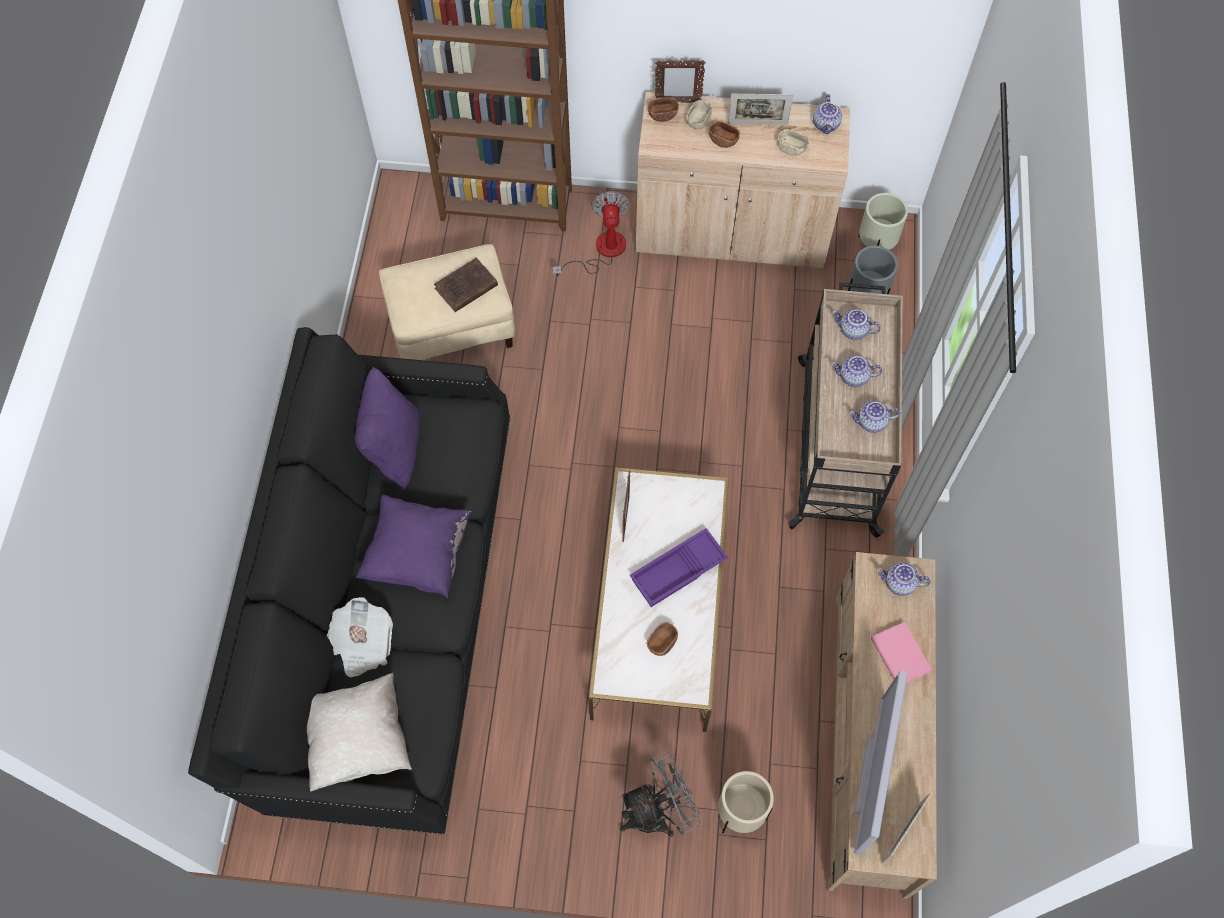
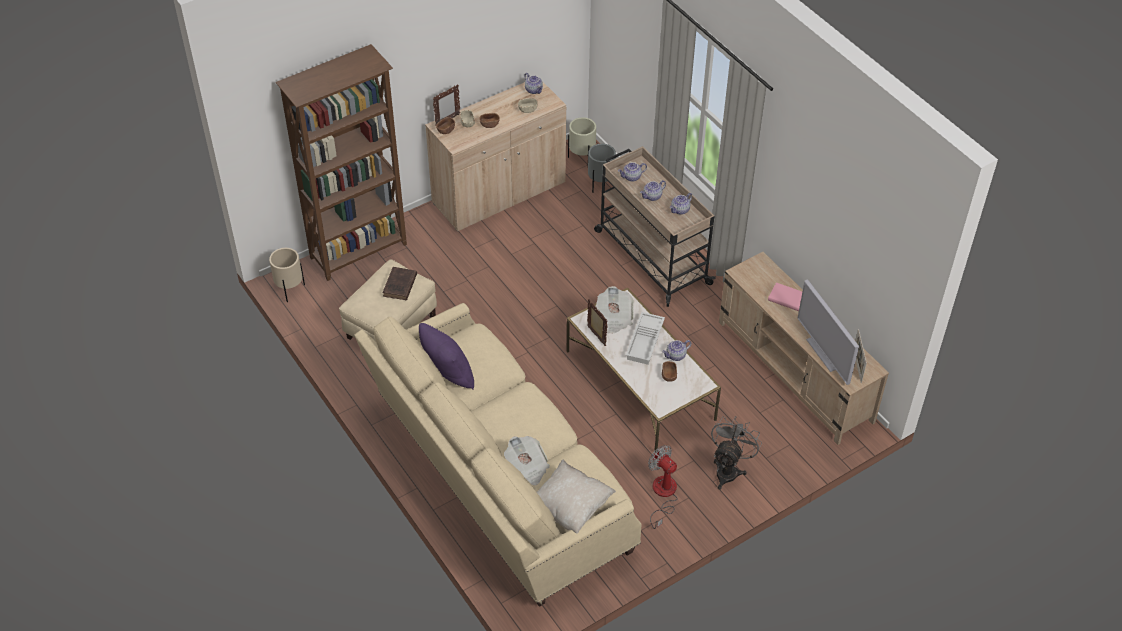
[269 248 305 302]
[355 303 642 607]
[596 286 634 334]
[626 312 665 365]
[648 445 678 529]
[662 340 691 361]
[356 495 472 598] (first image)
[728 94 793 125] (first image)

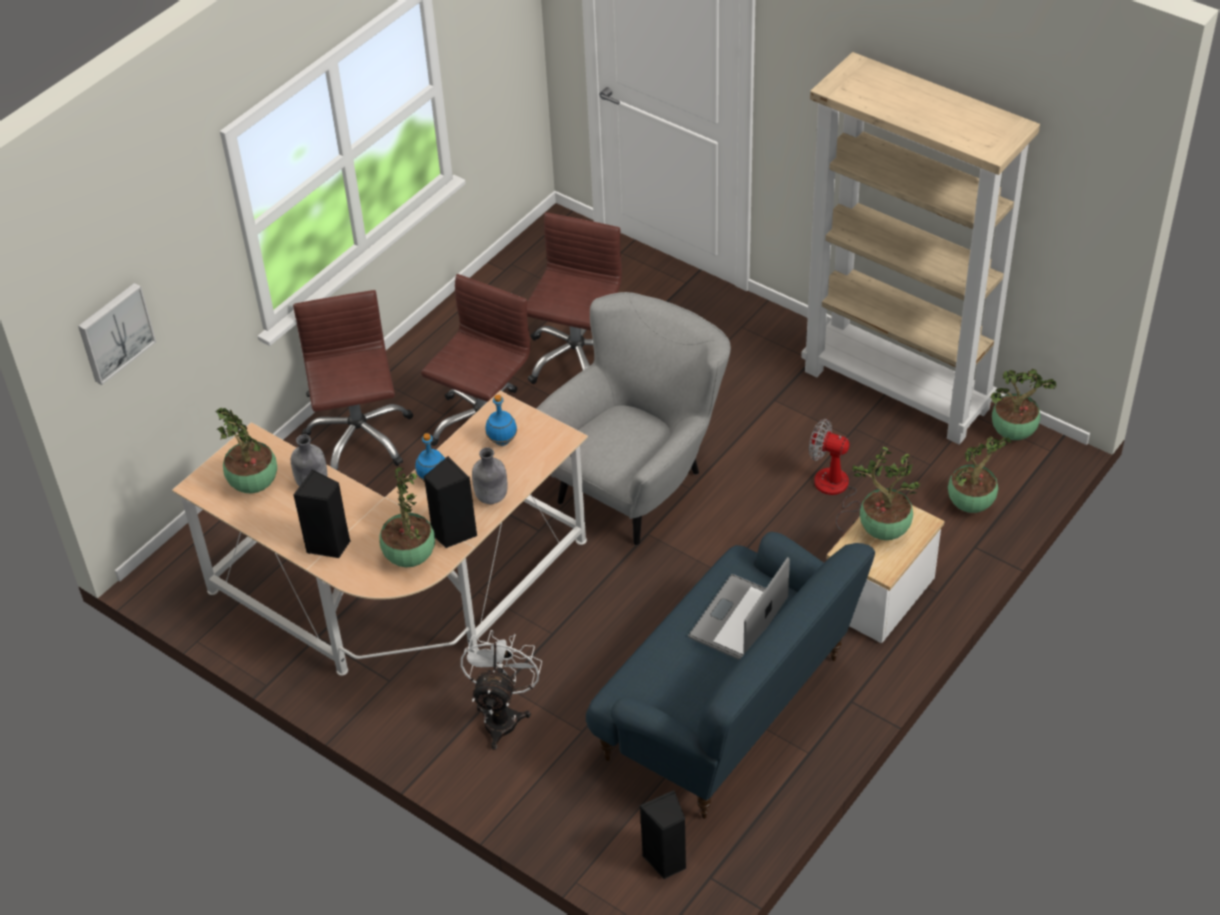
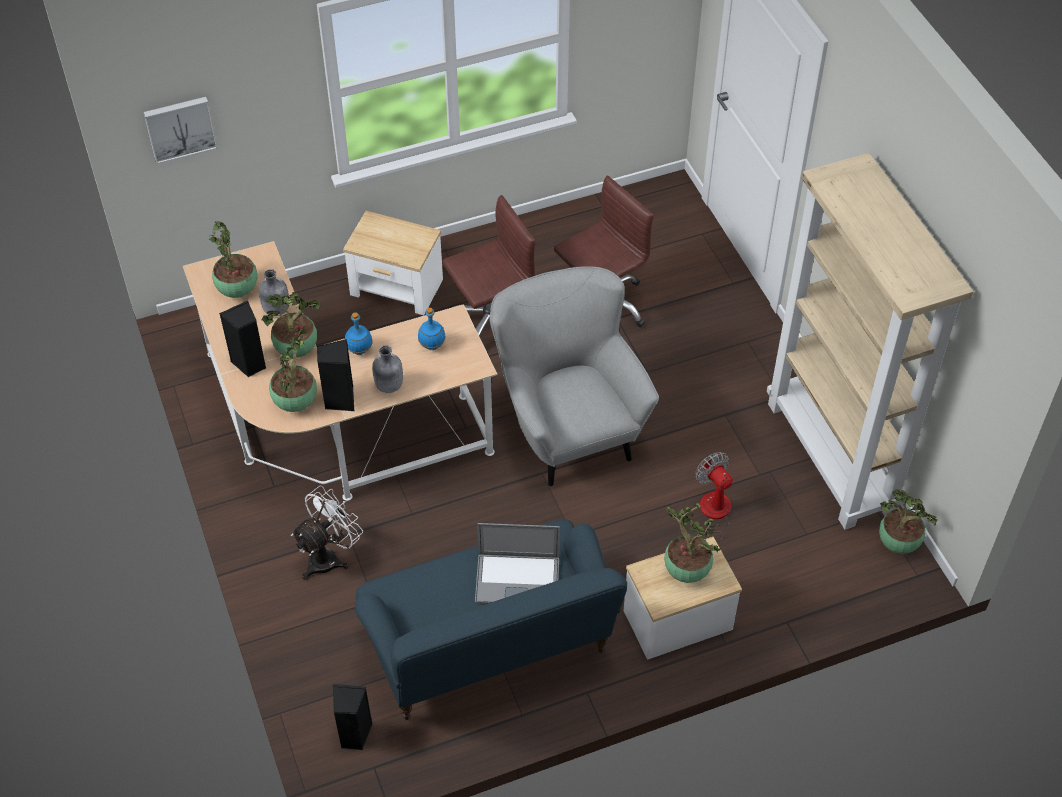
[261 292 320 358]
[343 211 443 315]
[475 523 560 604]
[489 266 659 487]

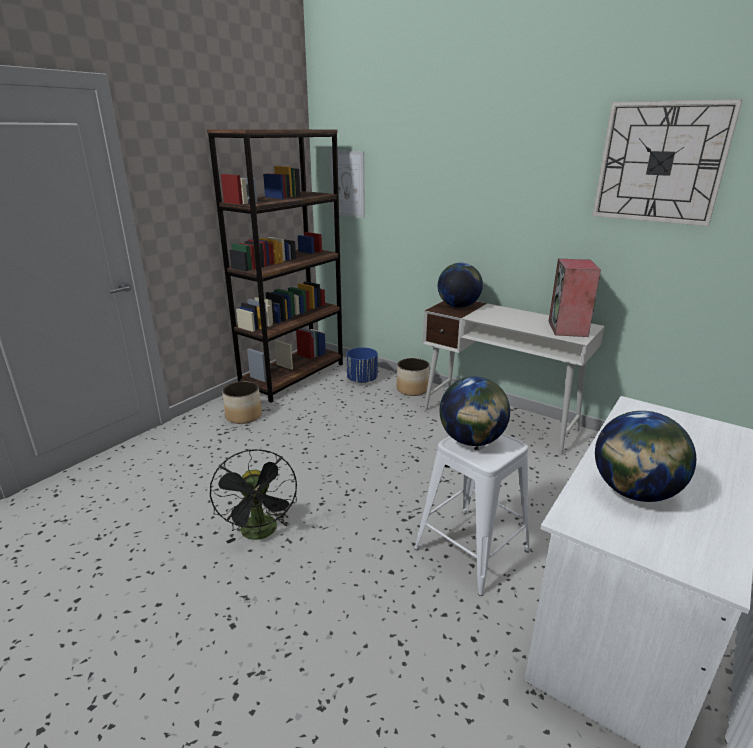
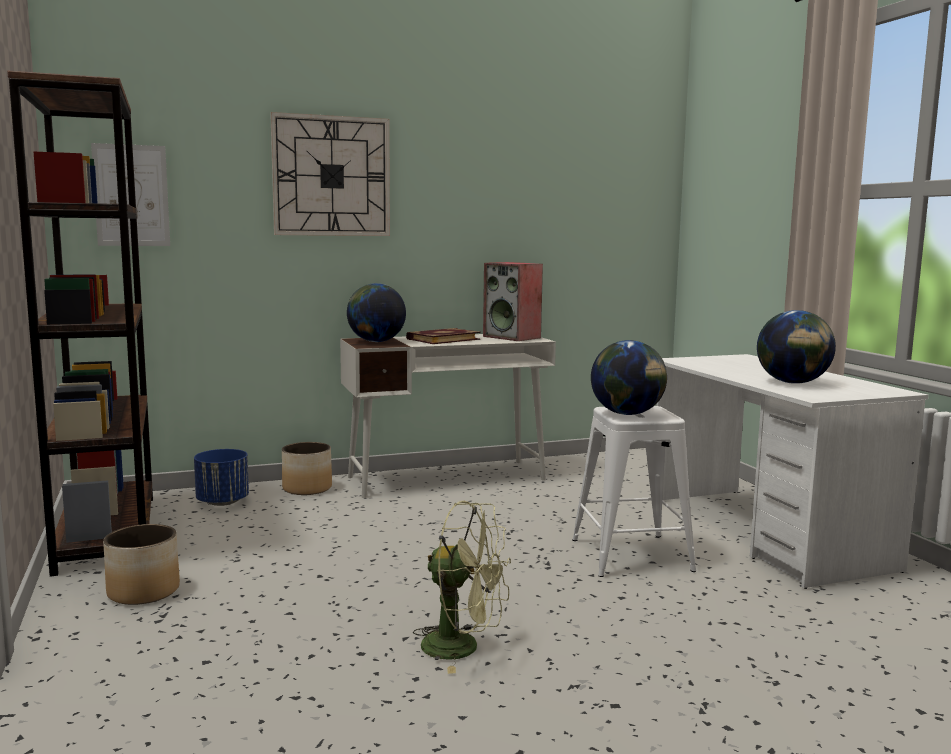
[270 112 390 236]
[406 328 481 344]
[413 501 511 674]

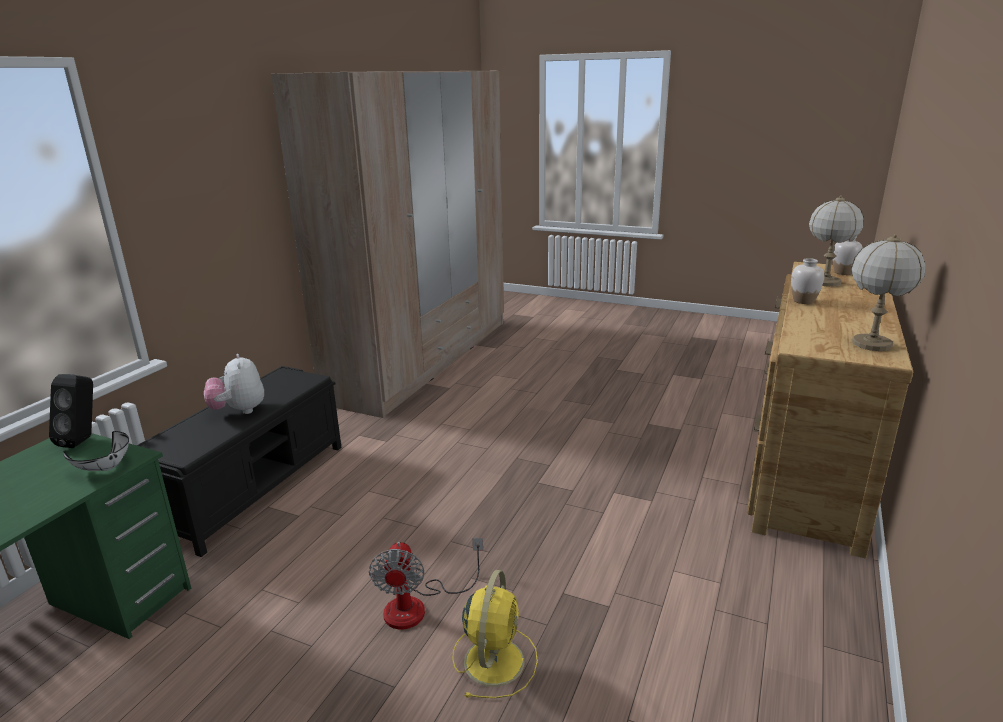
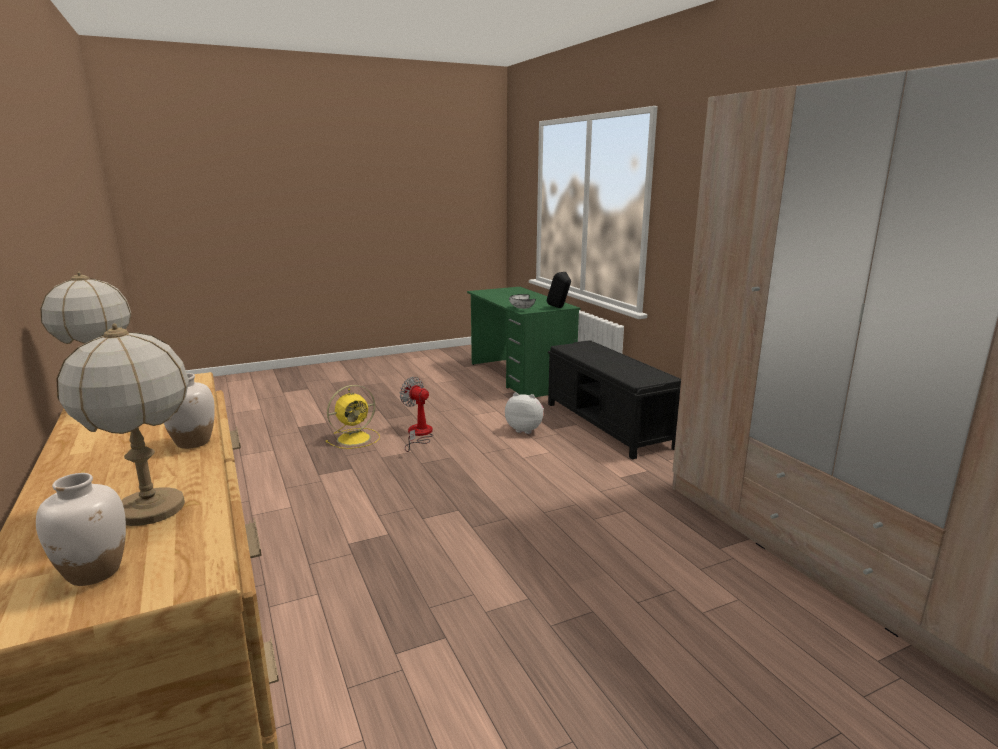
[326 385 380 449]
[505 392 544 434]

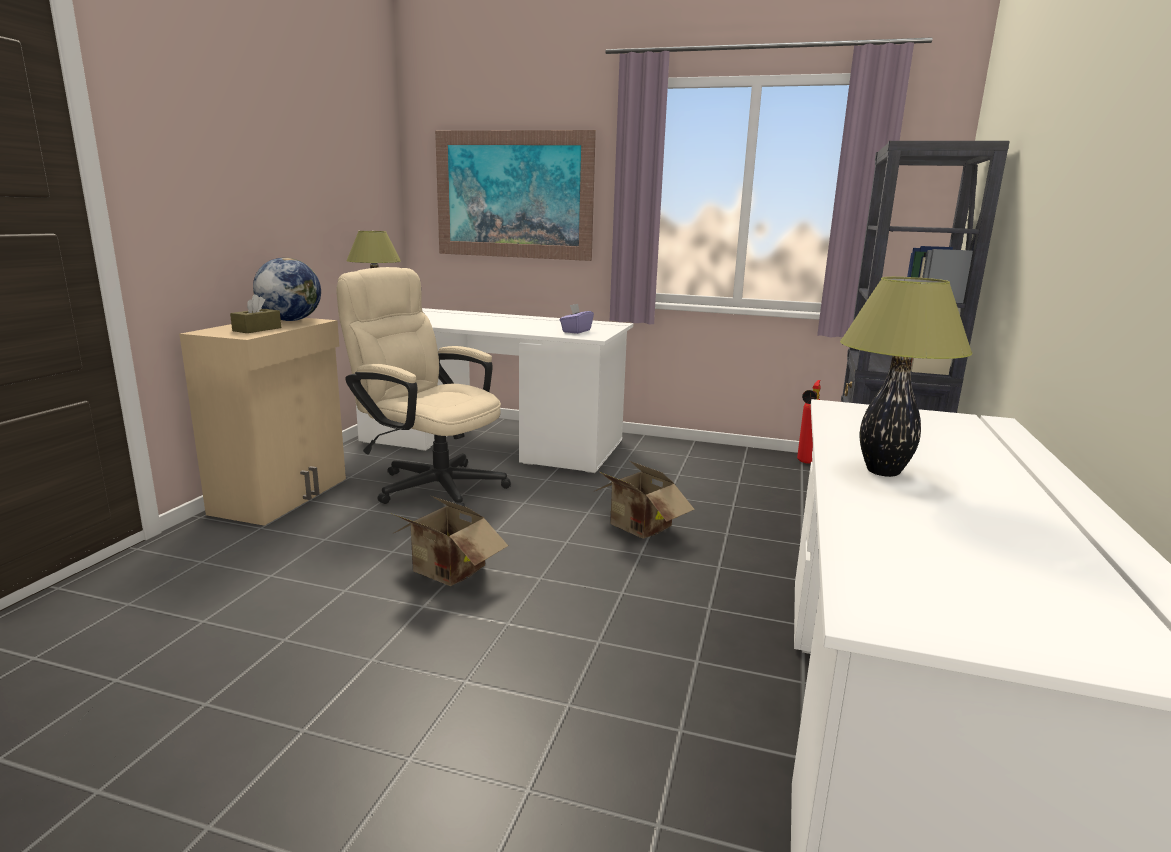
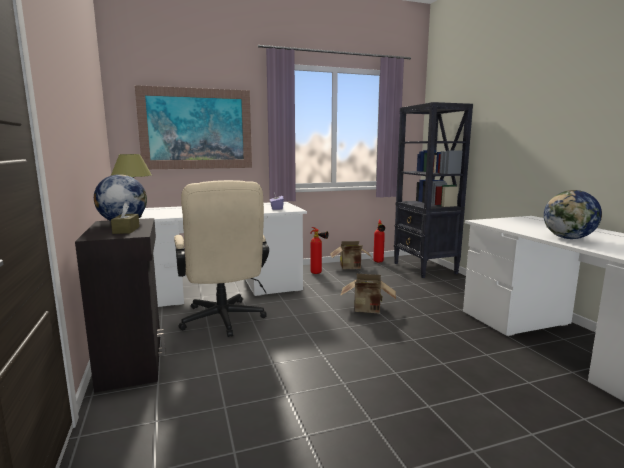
[75 218 165 393]
[174 180 269 337]
[310 227 328 274]
[330 241 372 269]
[544 190 602 239]

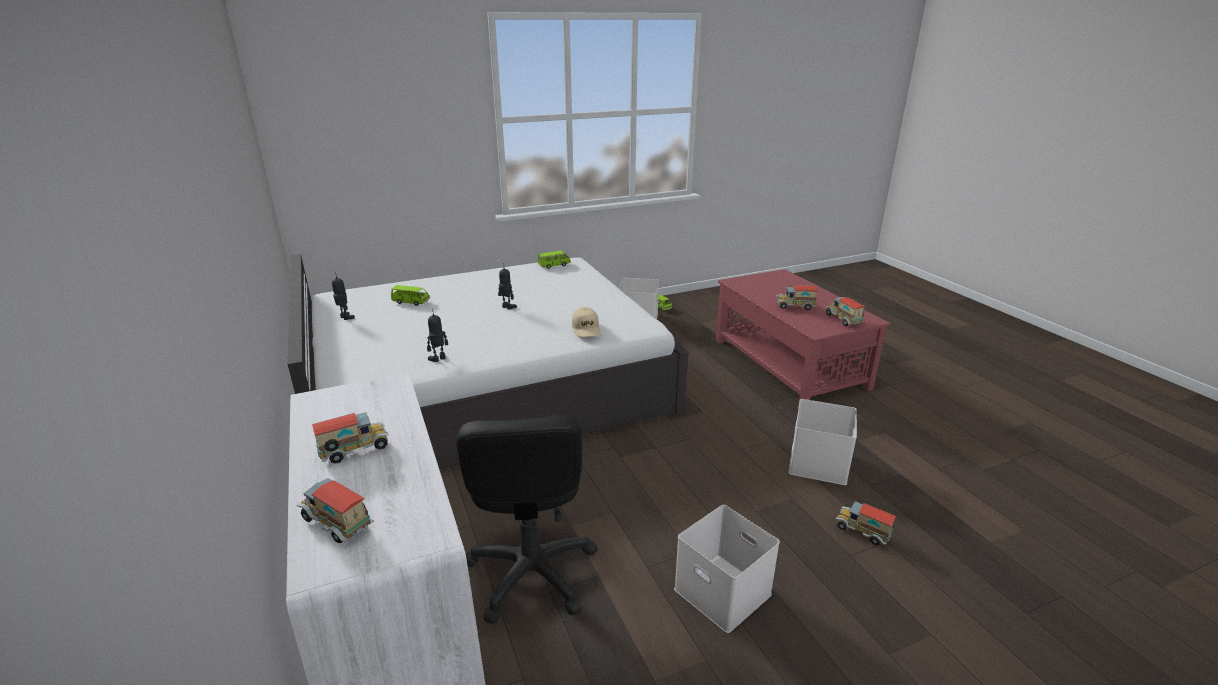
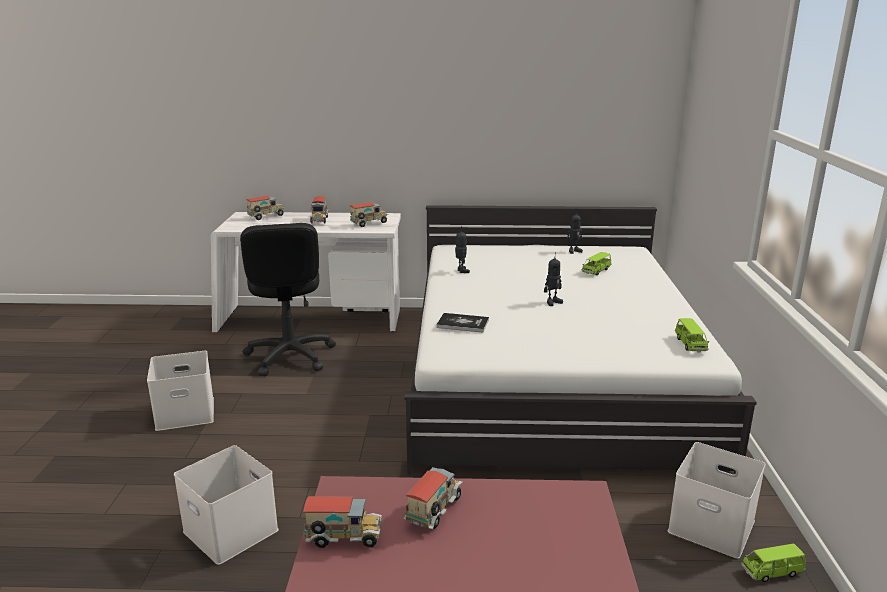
[240 223 336 376]
[350 202 388 227]
[436 313 489 333]

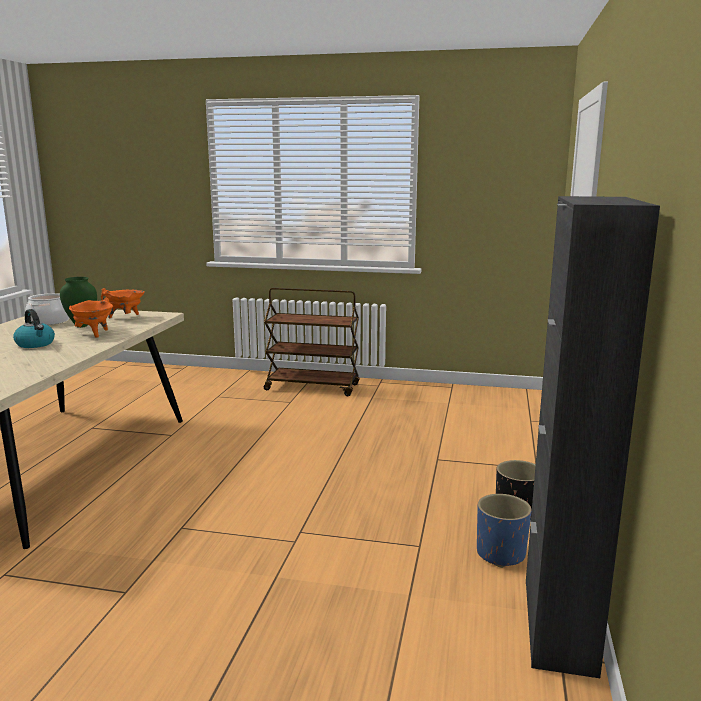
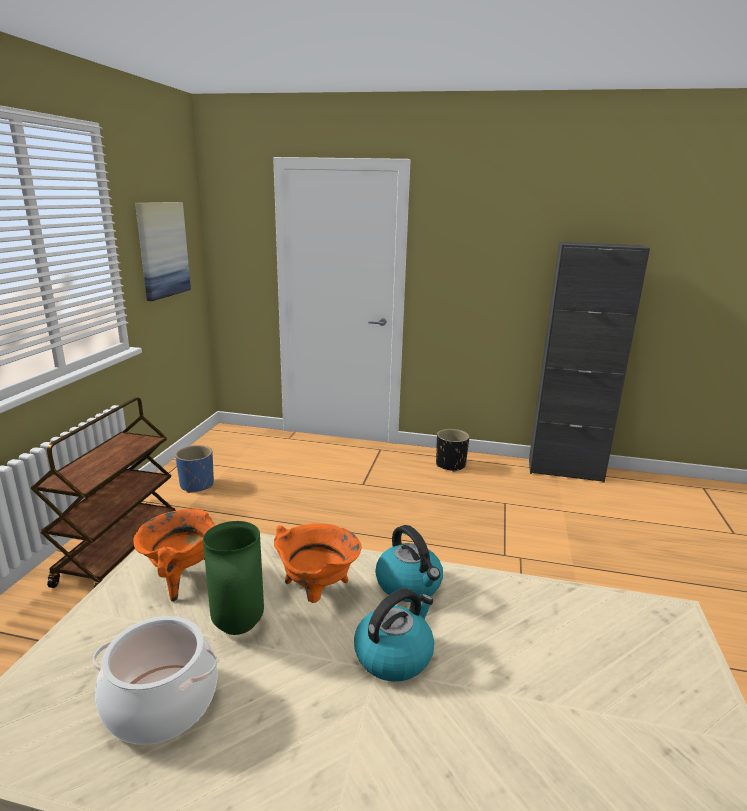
[135 202 191 301]
[175 445 214 493]
[375 525 443 602]

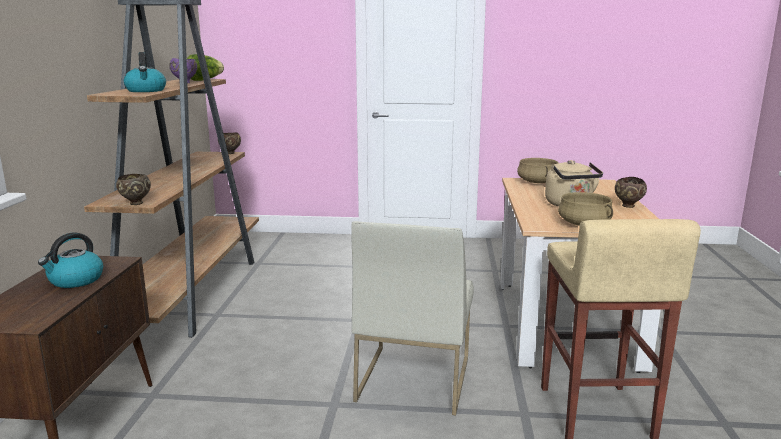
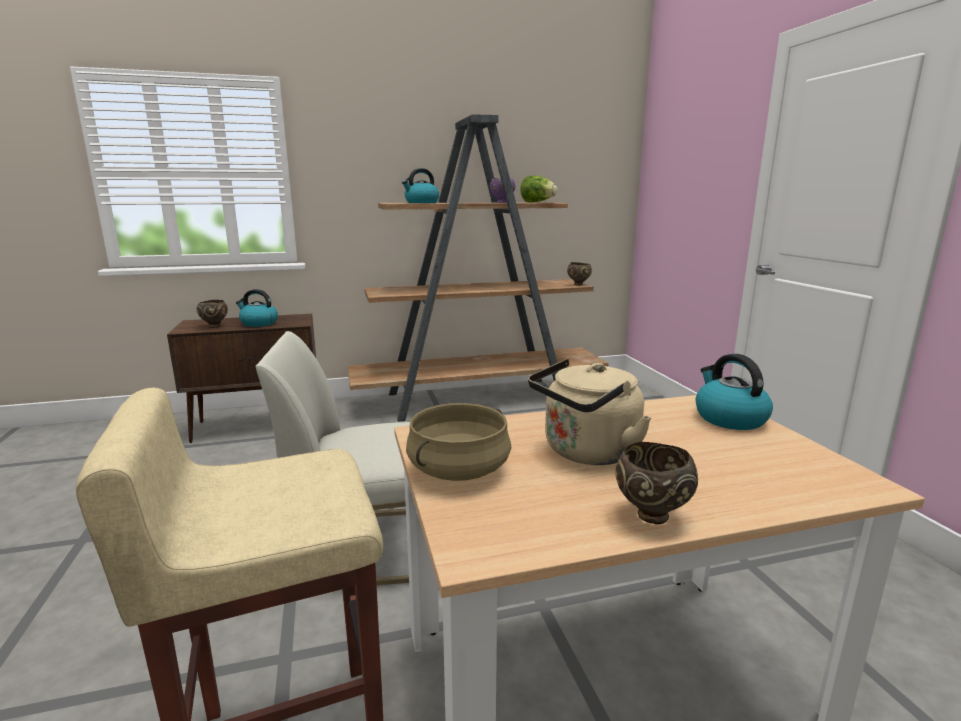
[197 300 228 328]
[695 354 773 430]

